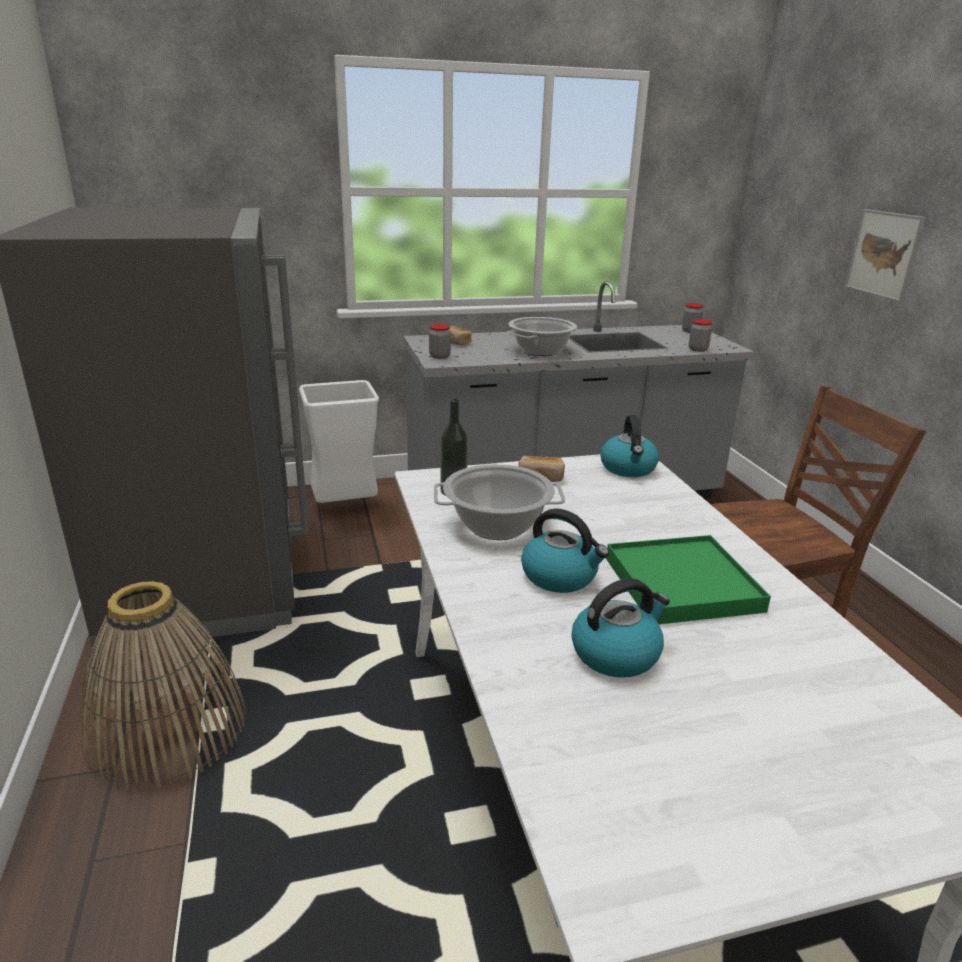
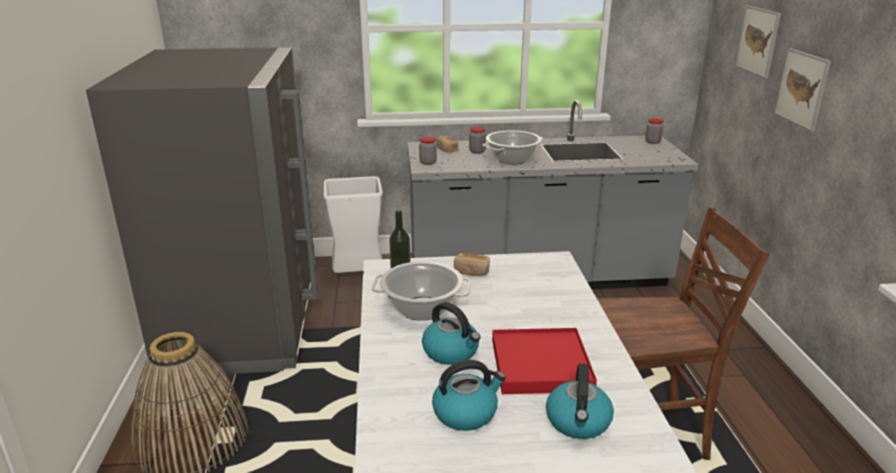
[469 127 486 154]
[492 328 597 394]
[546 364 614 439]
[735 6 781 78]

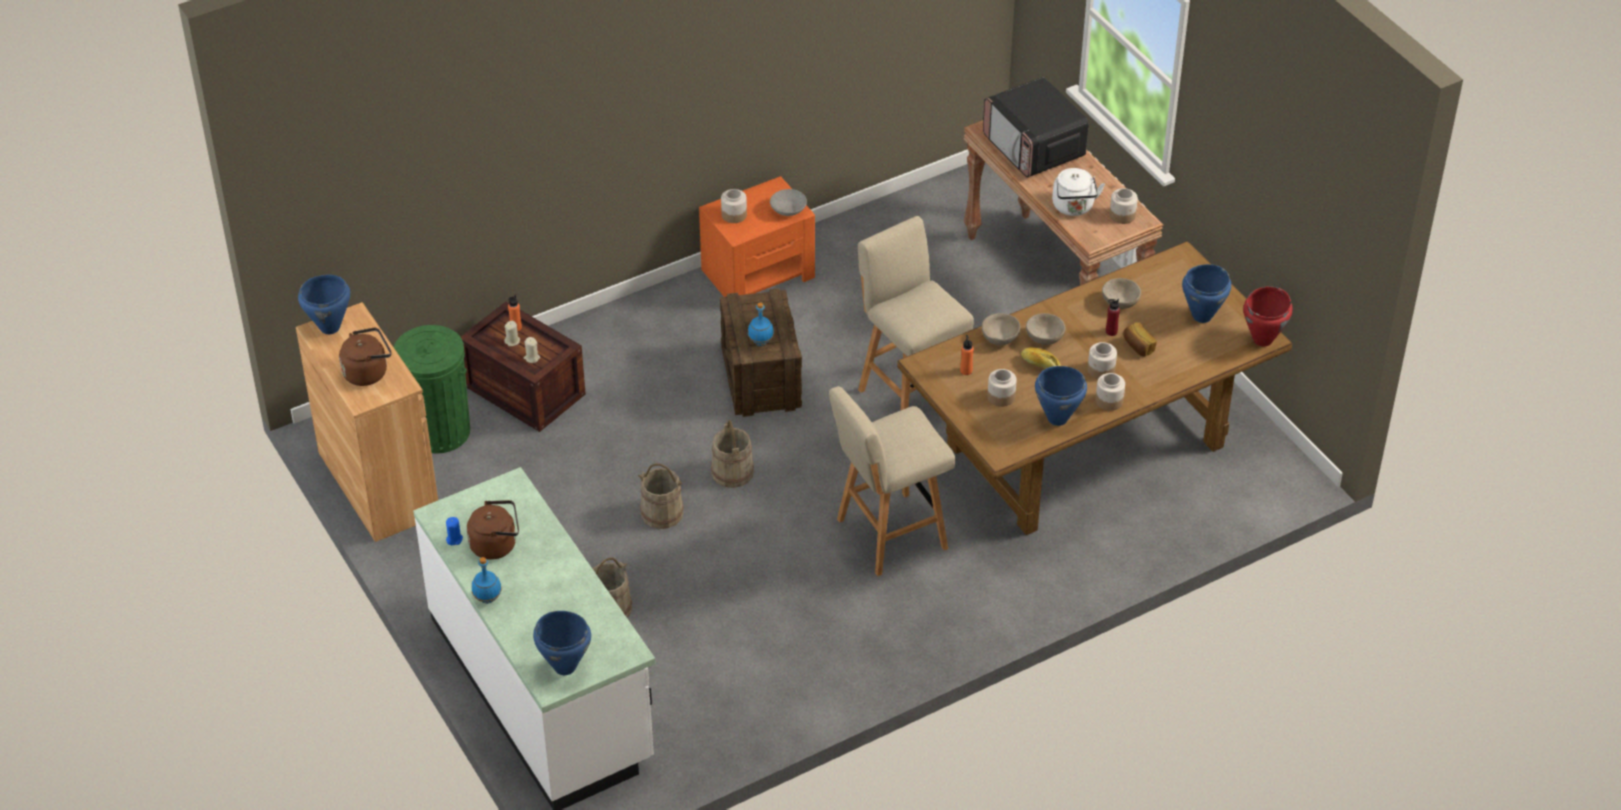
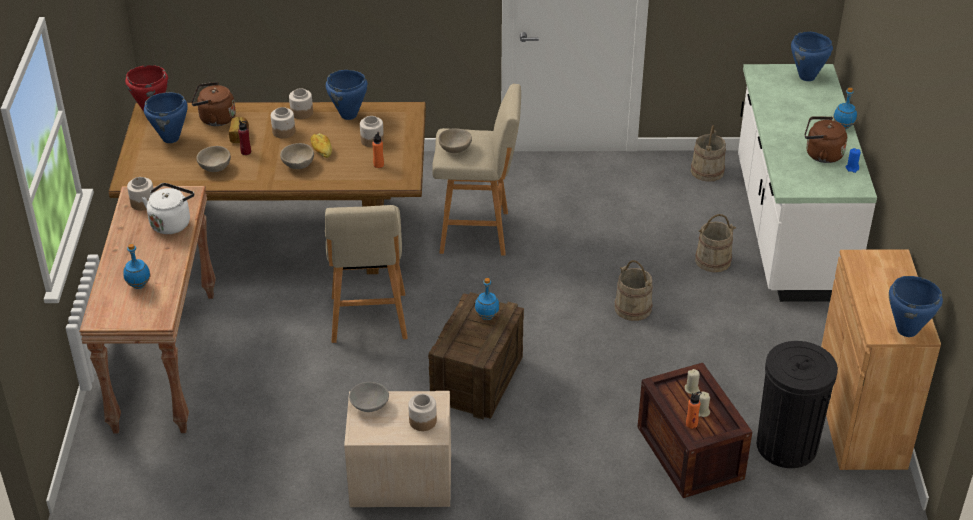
[123 244 150 289]
[191 82 236 126]
[344 391 451 507]
[439 128 472 153]
[691 125 726 182]
[757 341 838 468]

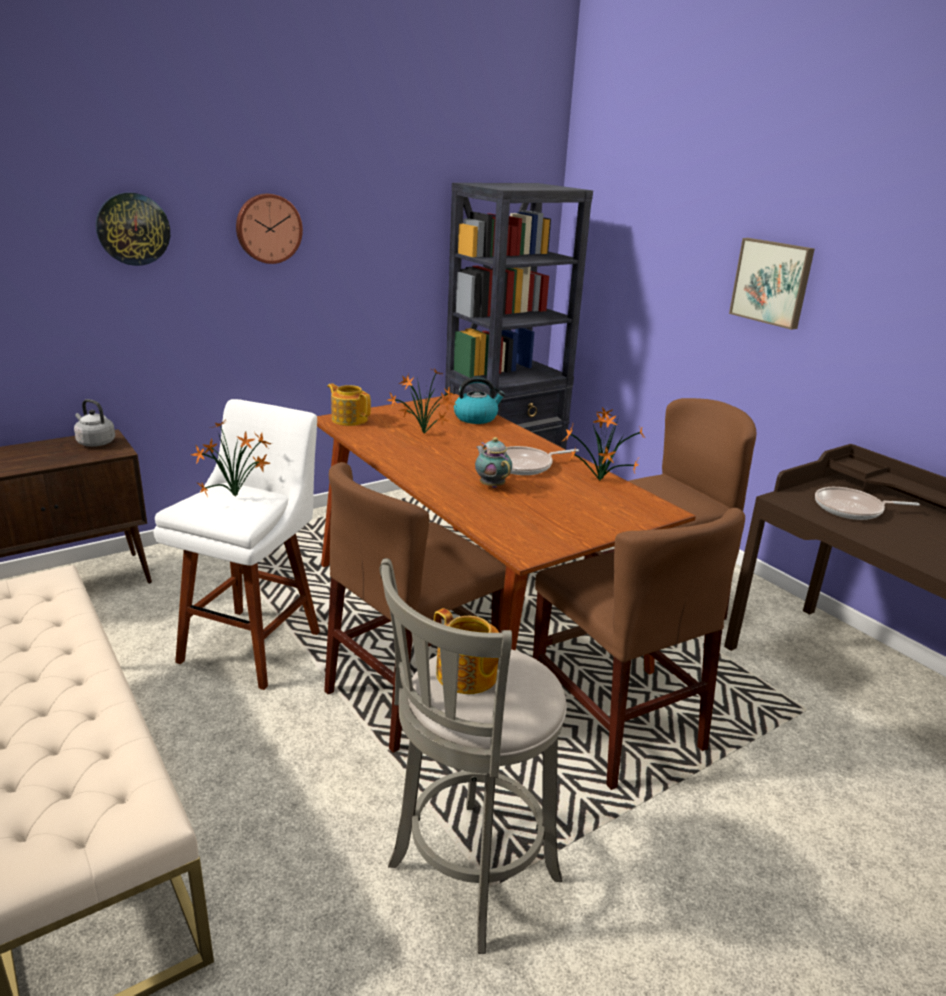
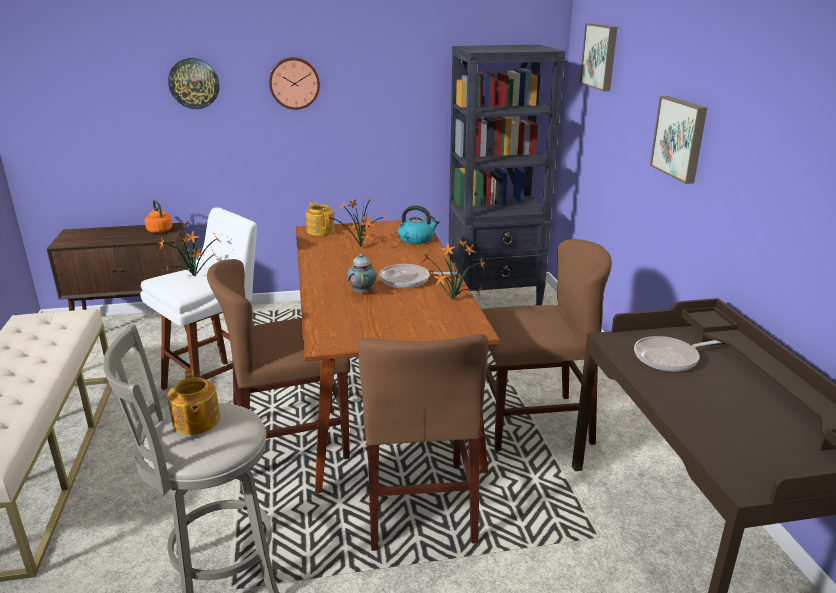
[145 200 172 233]
[580 23 617 91]
[634 336 722 372]

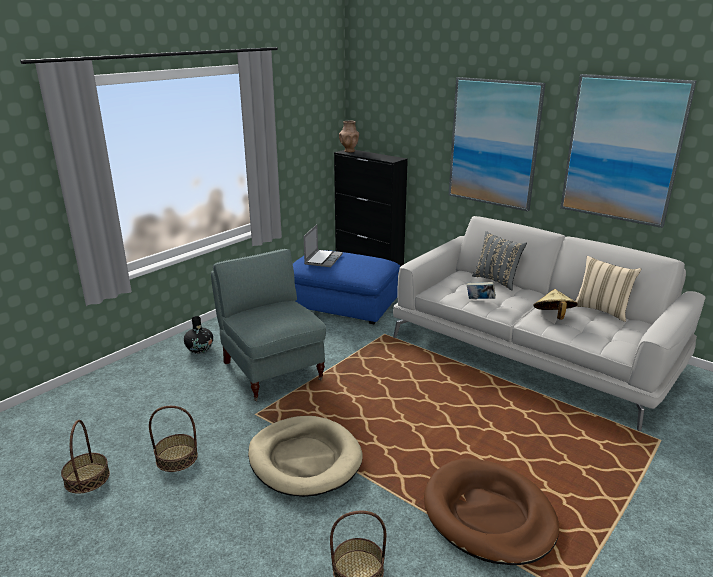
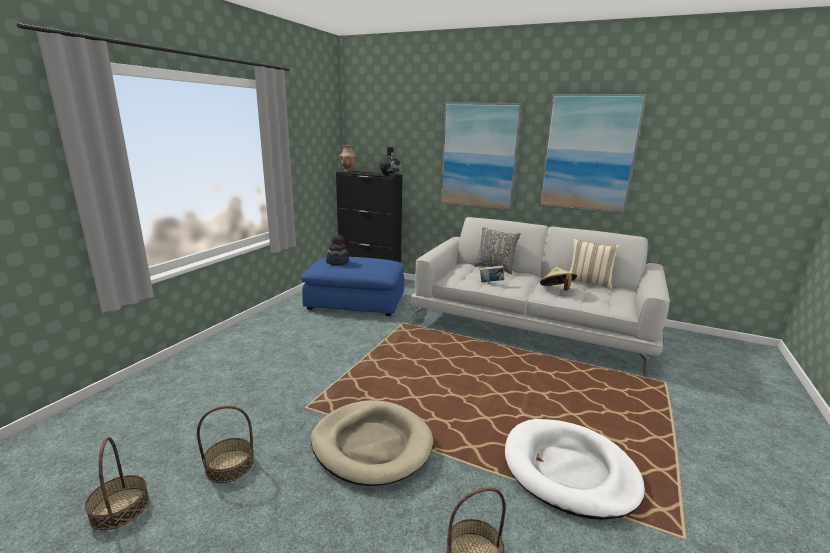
[326 234 349 265]
[379 147 401 176]
[505 419 645 520]
[211 249 326 401] (first image)

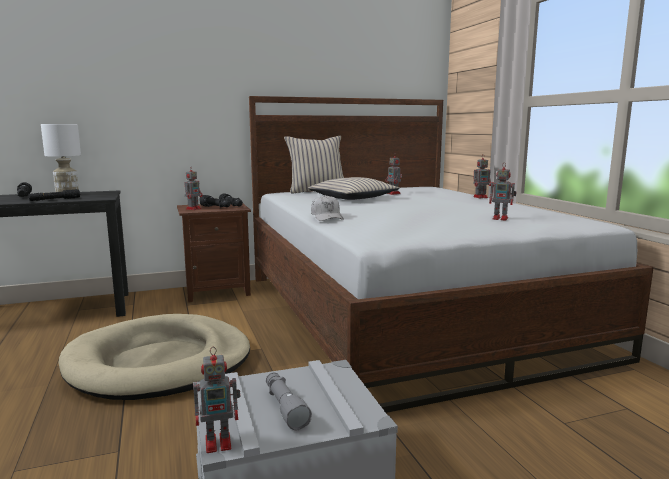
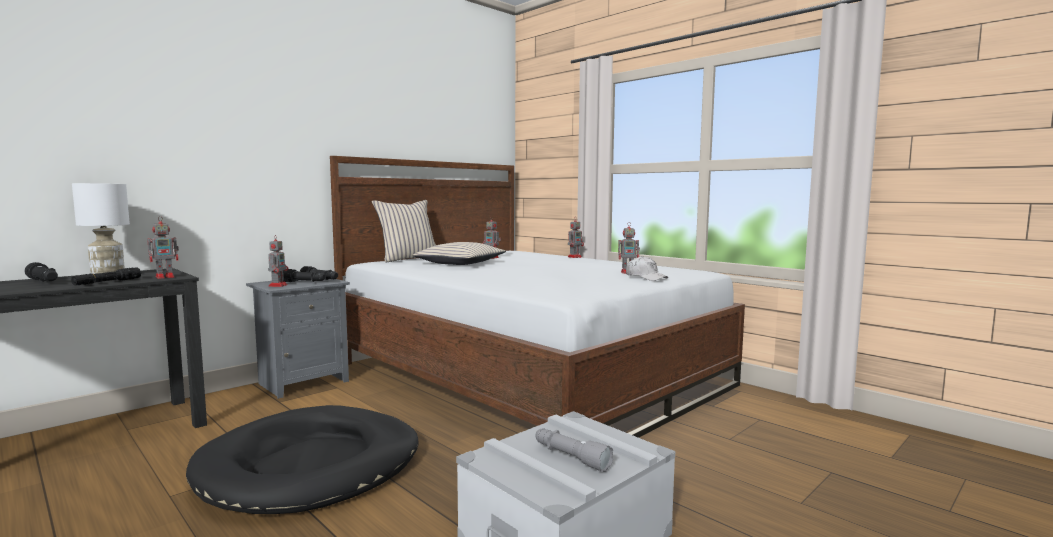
[147 216 179 279]
[186 405 418 514]
[246 279 350 399]
[626 256 669 281]

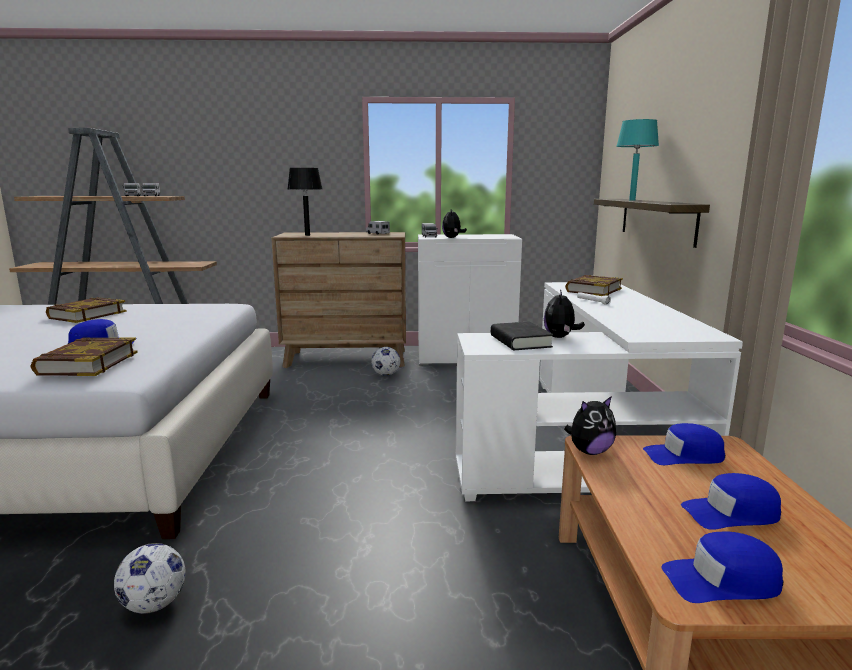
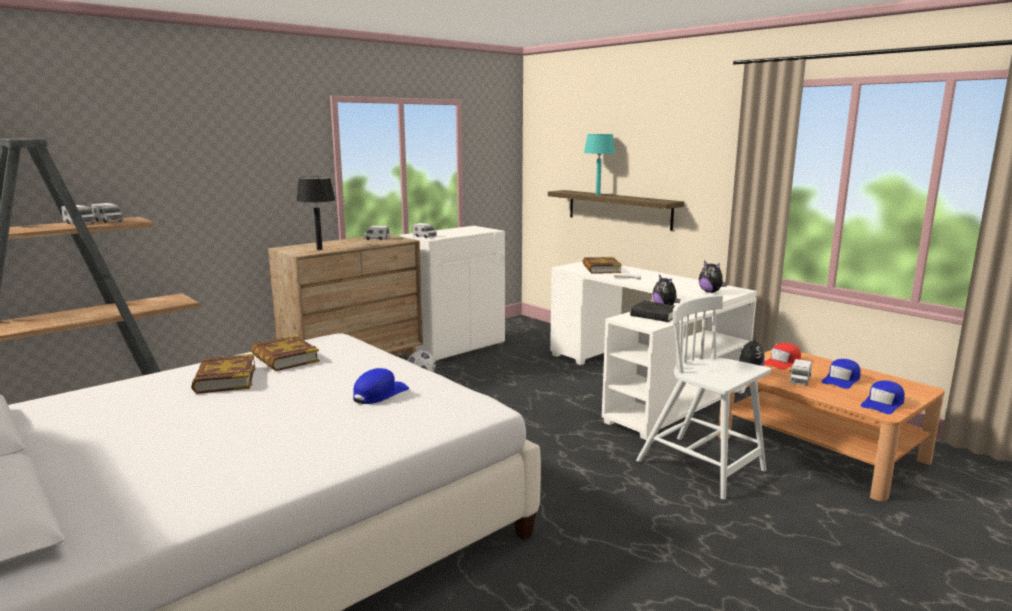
[251 335 320 371]
[636 295 771 500]
[699 260 727 293]
[764 343 801 370]
[790 359 812 386]
[114 543 185 614] (first image)

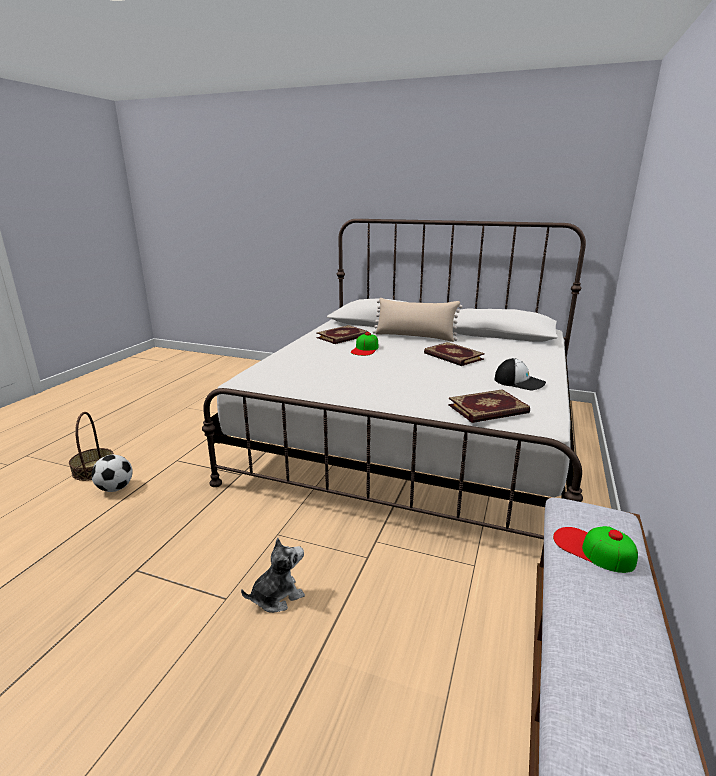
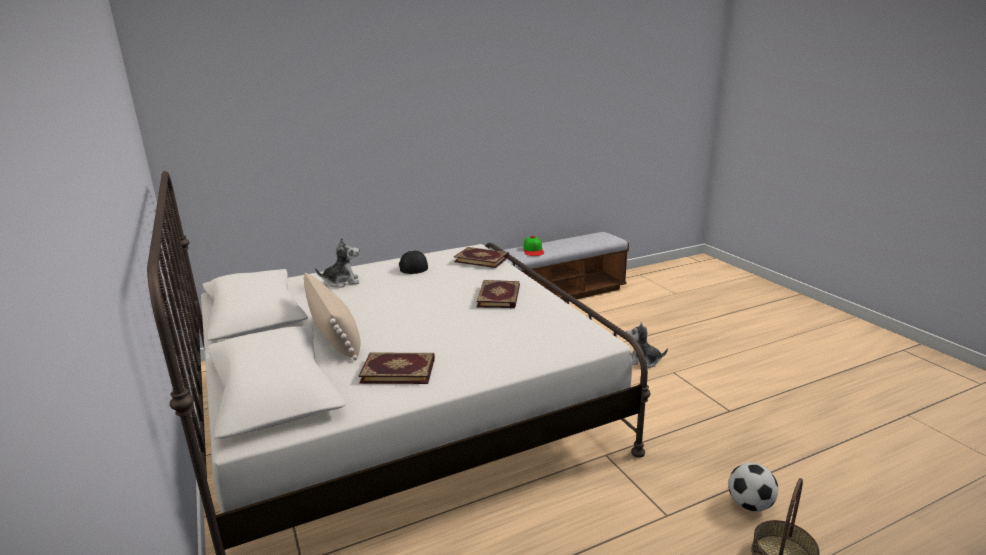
[315 237 360 288]
[476 280 520 308]
[351 332 379 356] (first image)

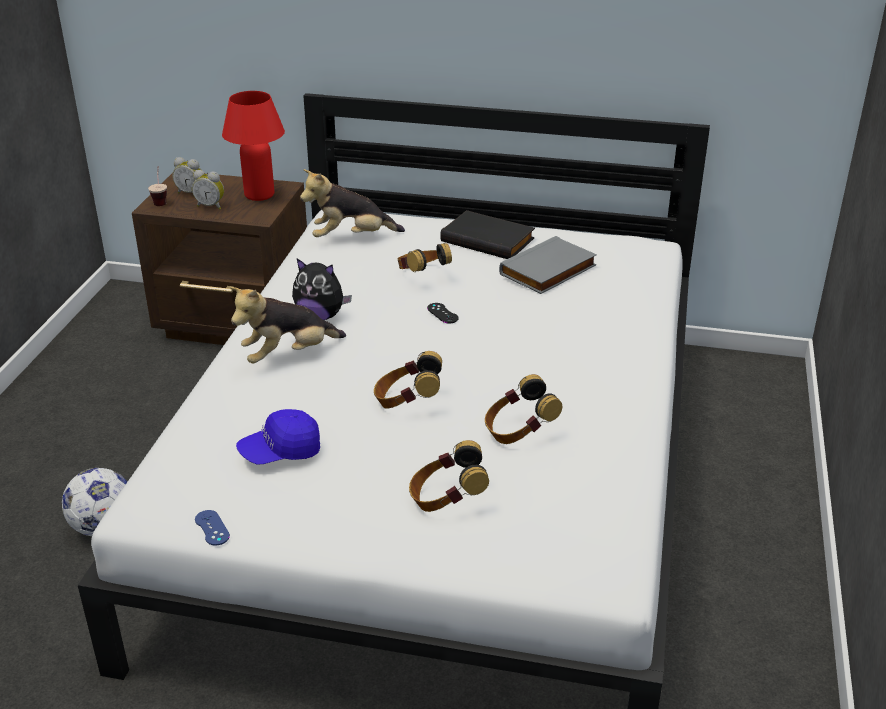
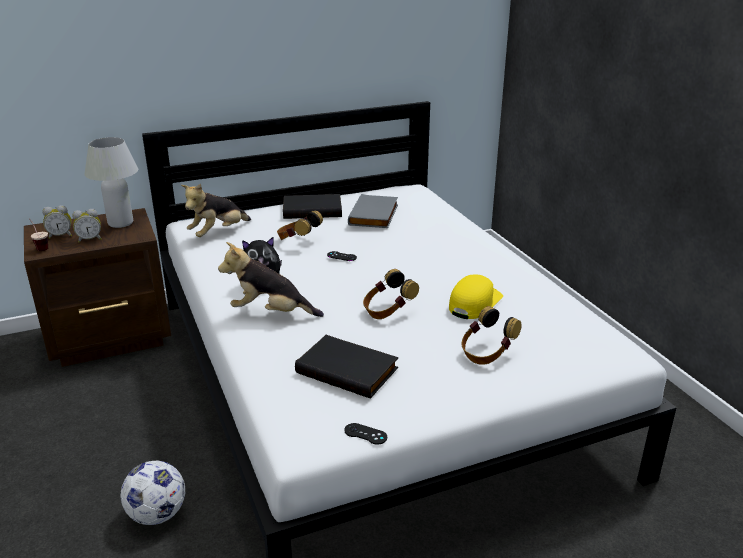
[84 137 138 228]
[218 242 324 317]
[295 335 398 399]
[344 423 387 445]
[449 275 503 319]

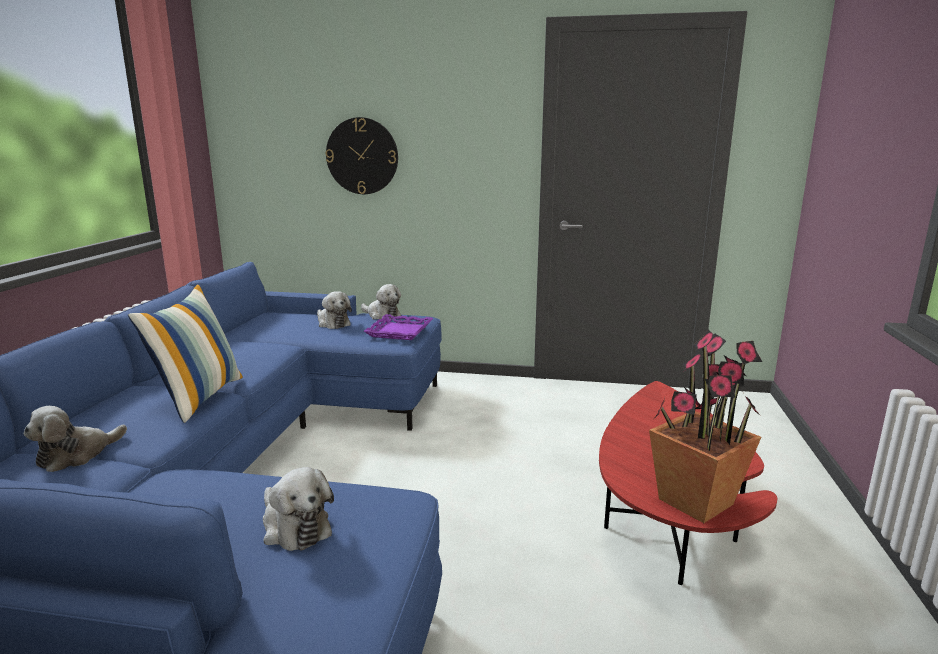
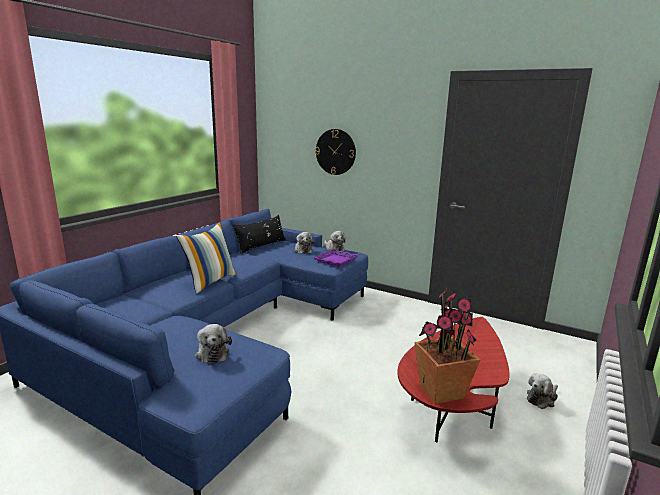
[233 215 286 254]
[527 374 558 409]

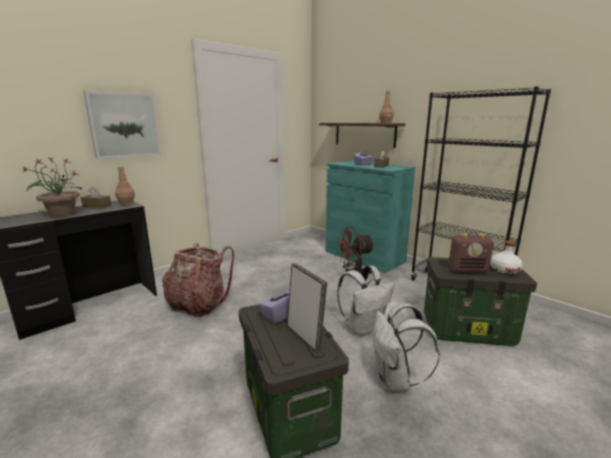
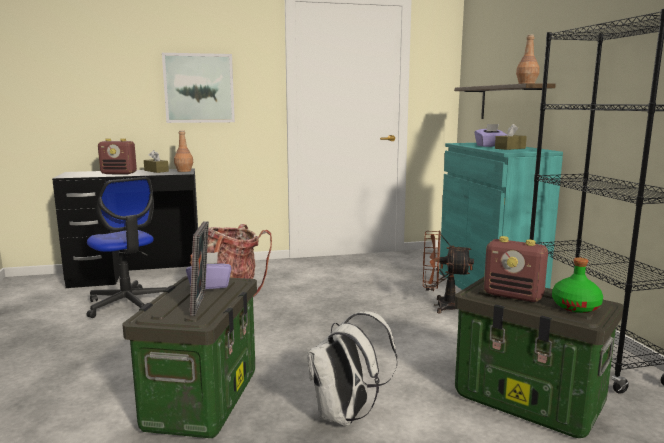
[86 177 167 318]
[98 138 137 174]
[552 258 603 313]
[337 266 395 336] (first image)

